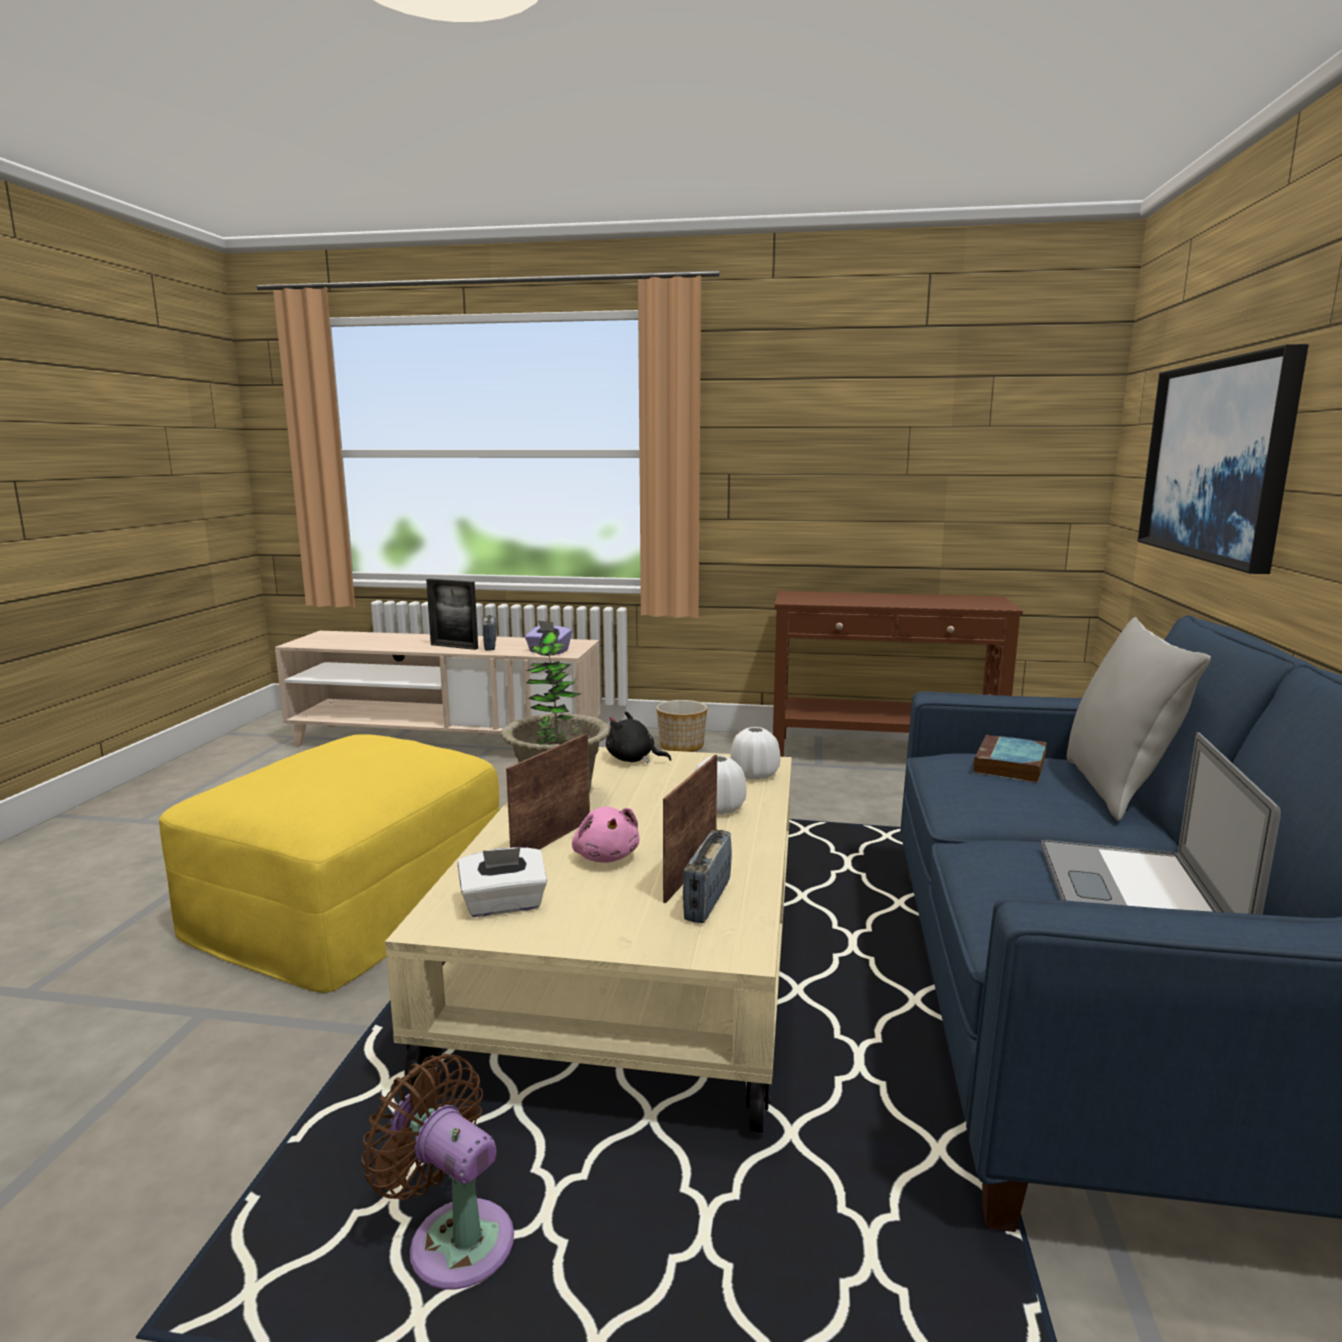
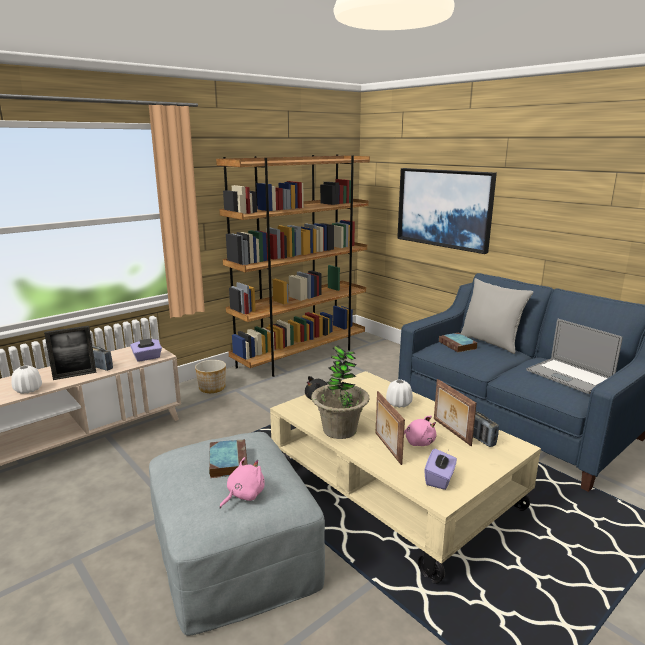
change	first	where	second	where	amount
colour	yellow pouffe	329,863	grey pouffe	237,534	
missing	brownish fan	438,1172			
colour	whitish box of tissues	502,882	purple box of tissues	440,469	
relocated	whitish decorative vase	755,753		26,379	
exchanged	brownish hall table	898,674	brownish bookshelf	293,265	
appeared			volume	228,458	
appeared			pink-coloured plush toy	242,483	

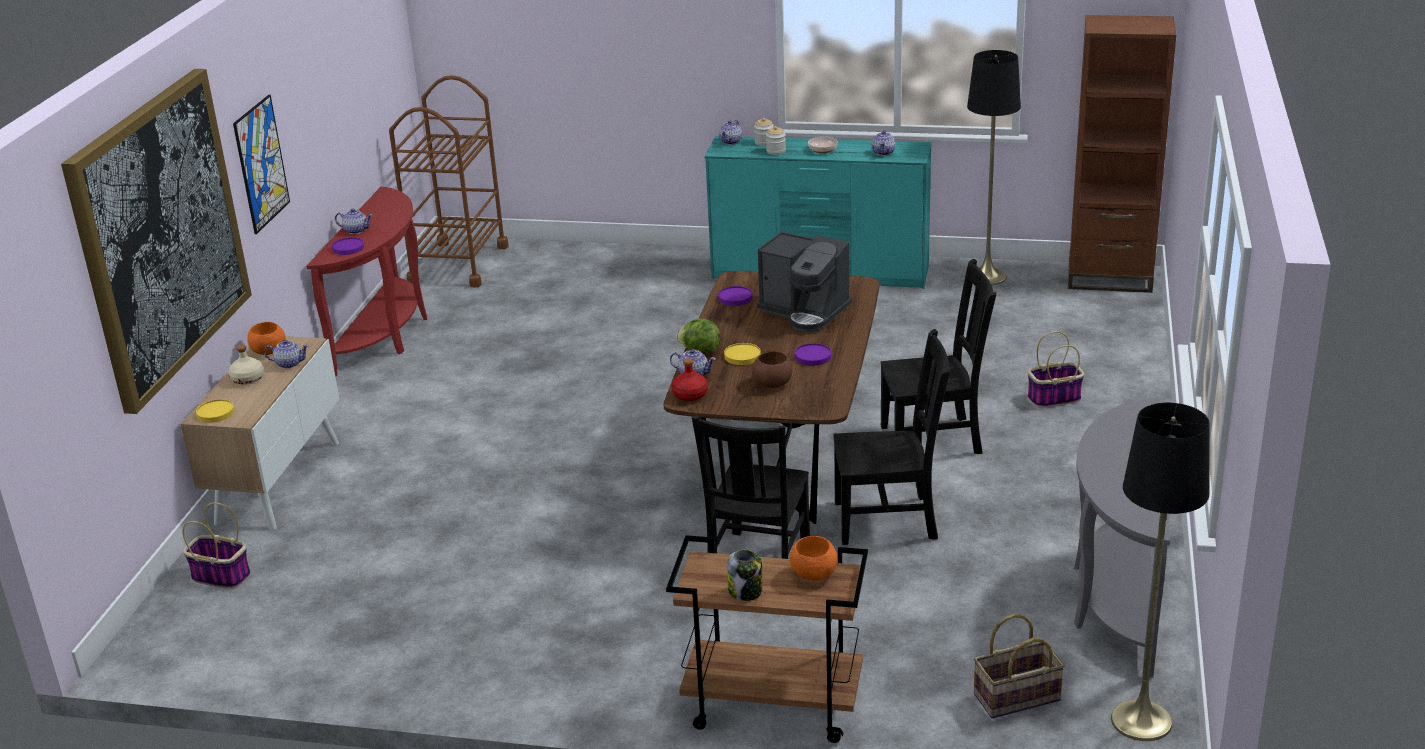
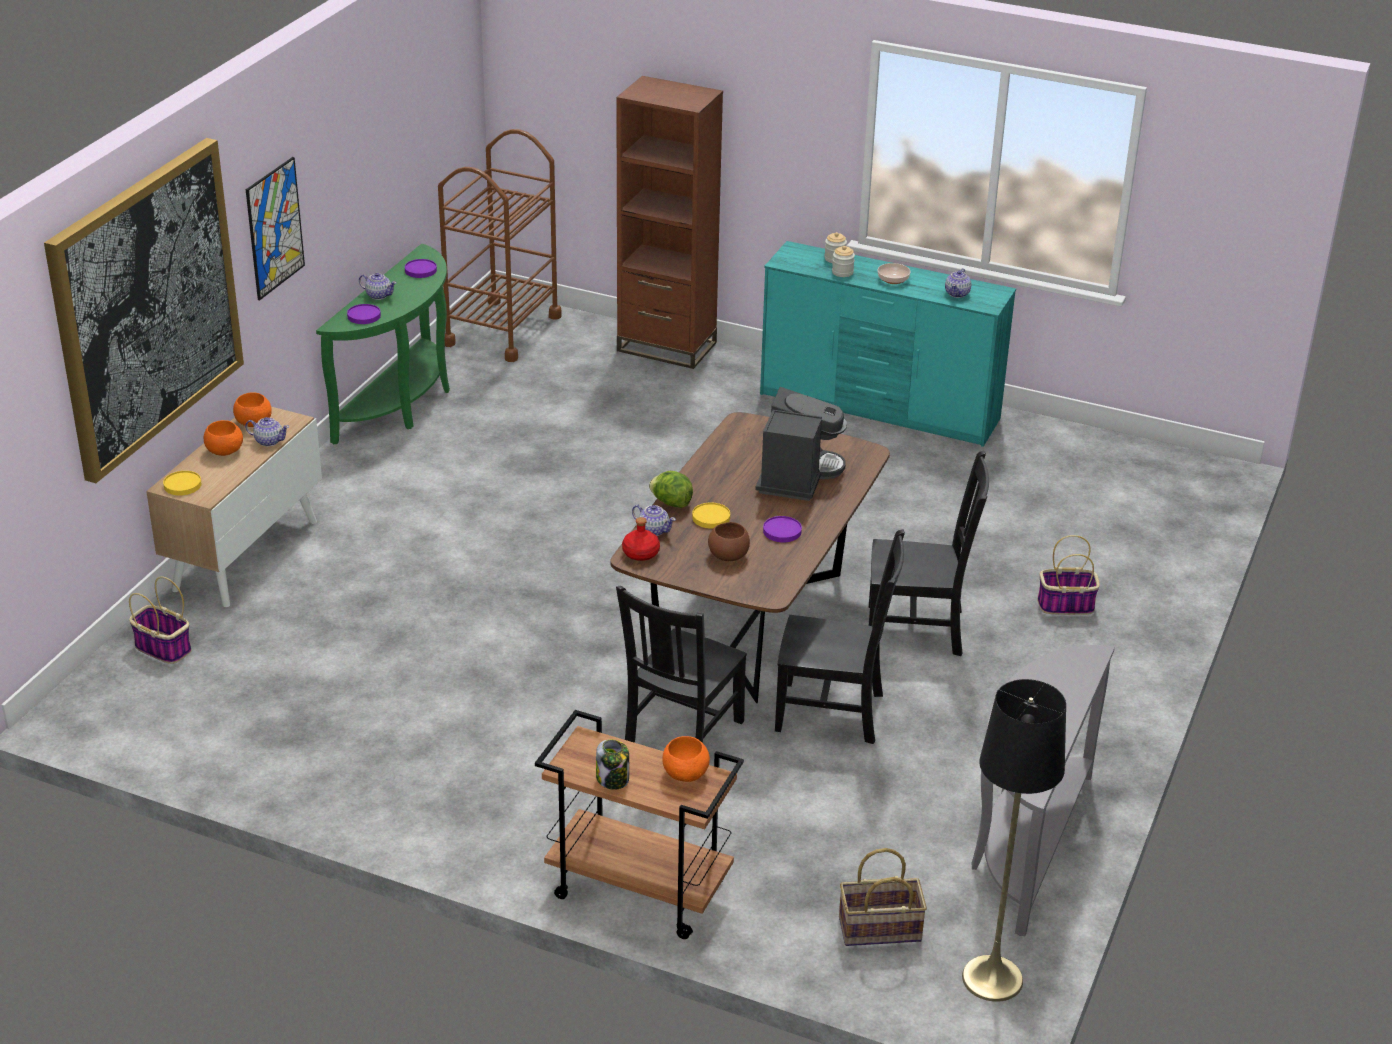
change	first	where	second	where	amount
exchanged	beige bottle	246,365	orangey bowl	223,438	
colour	red-coloured hall table	366,282	green-coloured hall table	383,344	
relocated	purple plate	735,296		421,268	
missing	teapot	730,132			
spun	coffee brewer	804,282		801,444	120 degrees counterclockwise
missing	blackish standard lamp	994,167			
relocated	brownish bookshelf	1122,154		669,222	

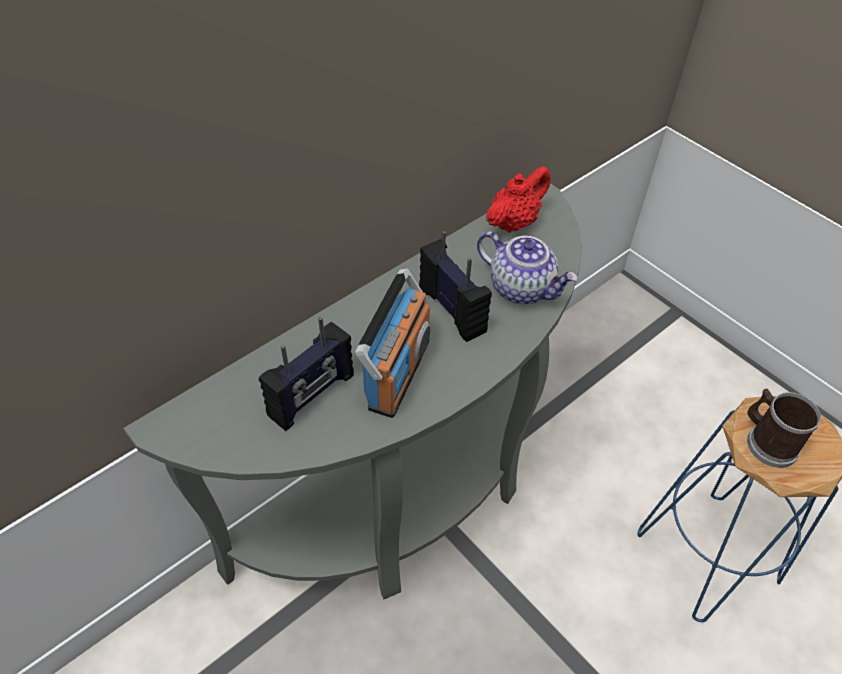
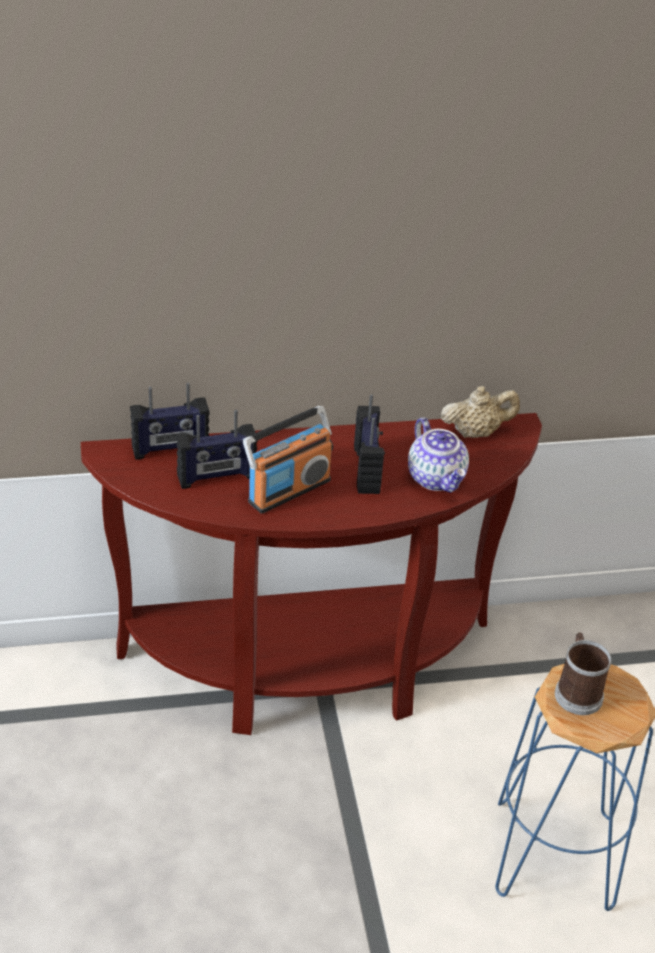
change	first	where	second	where	amount
colour	grey hall table	352,391	brownish hall table	311,574	
colour	red-coloured teapot	518,199	beige teapot	480,412	
appeared			radio set	170,421	

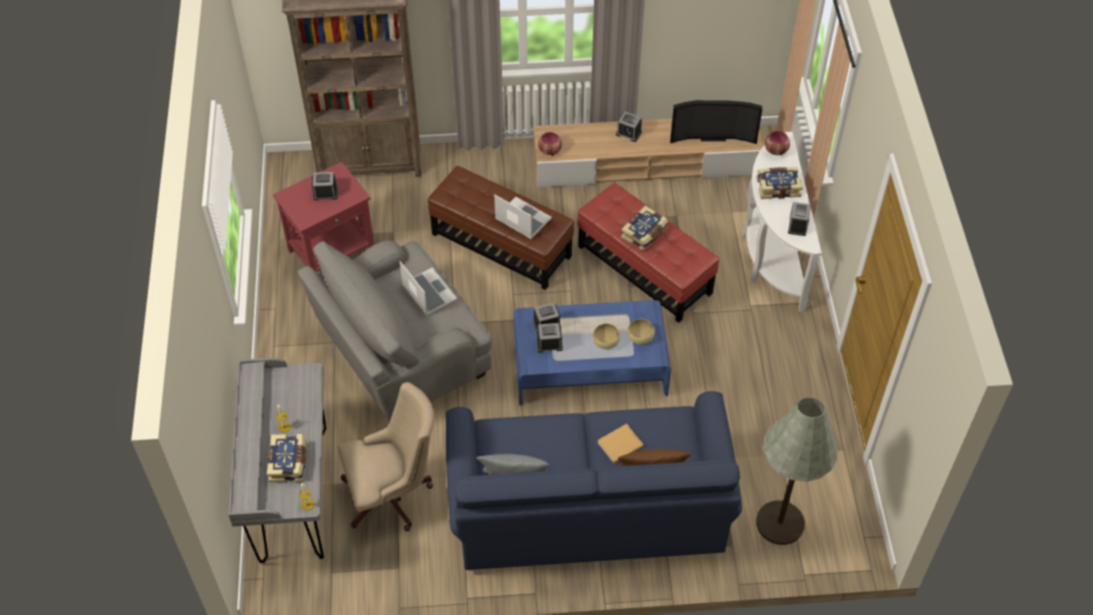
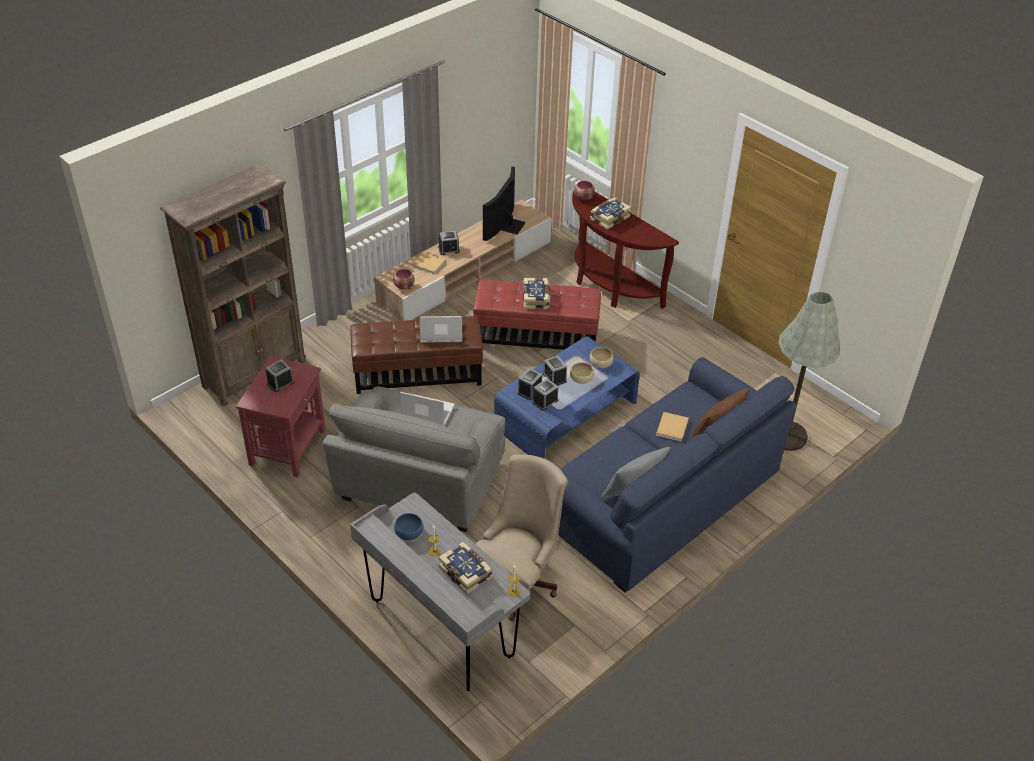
change	first	where	second	where	amount
spun	TV set	716,122		504,203	150 degrees clockwise
colour	whitish hall table	782,222	brownish hall table	625,250	
relocated	table clock	799,219		555,371	
appeared			bluish bowl	408,526	
appeared			beige volume	428,263	

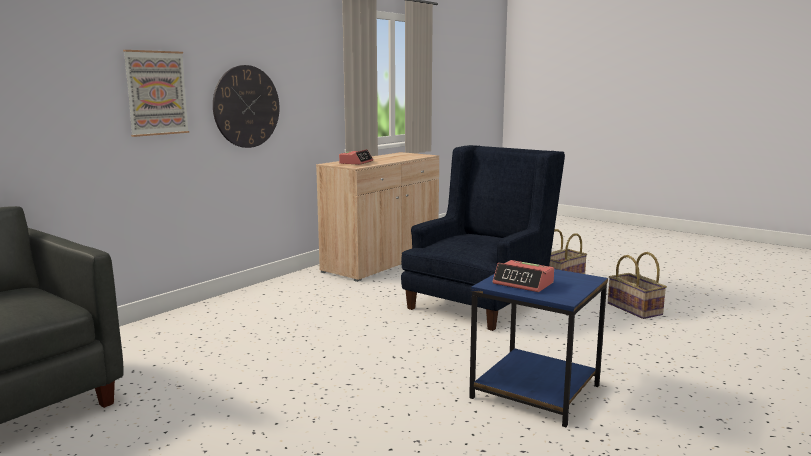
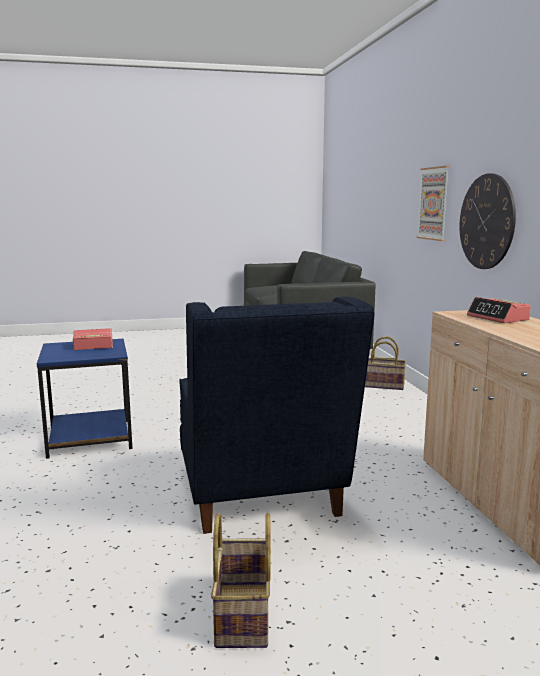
change	first	where	second	where	amount
relocated	storage basket	637,285		385,363	

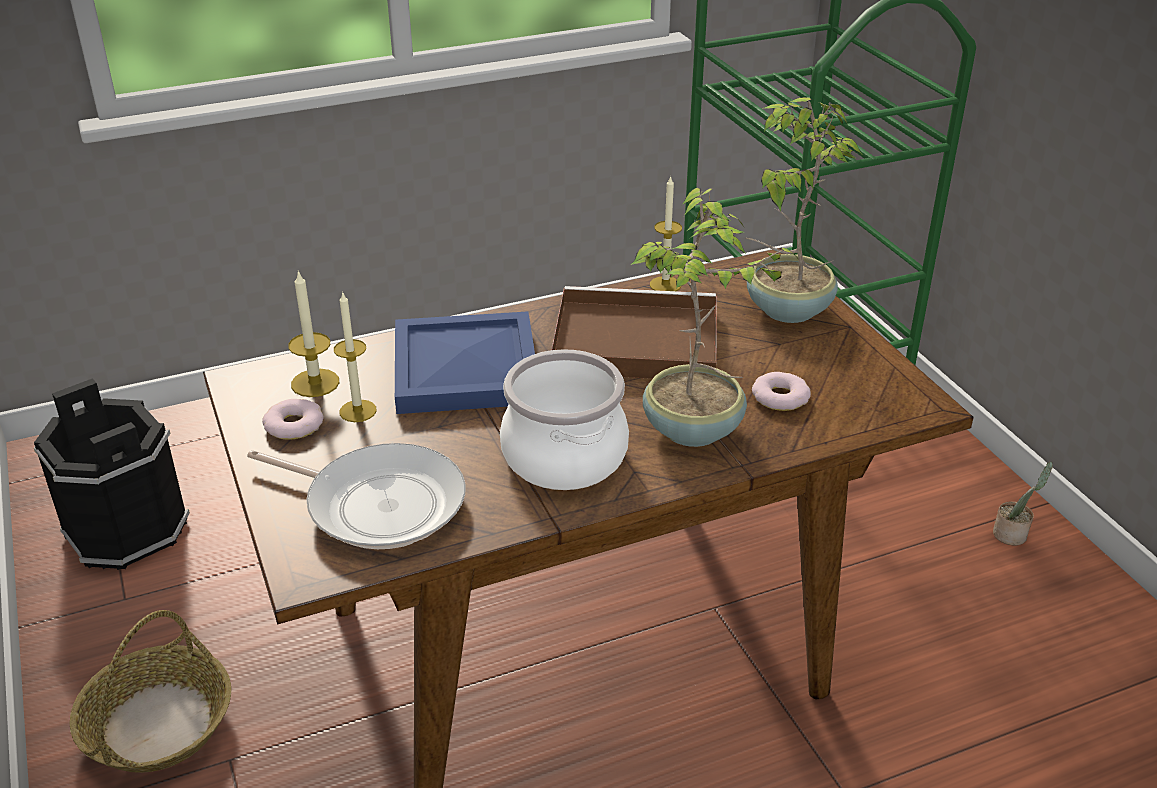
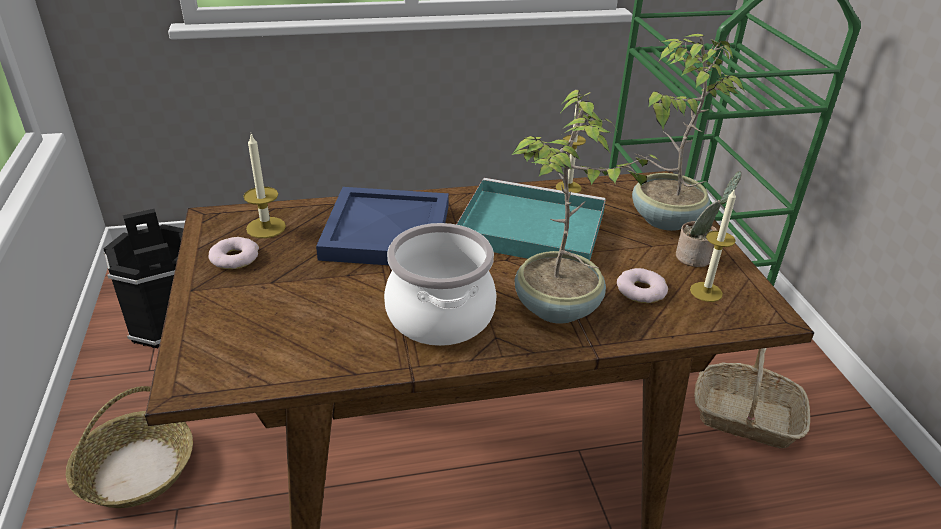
change	first	where	second	where	amount
missing	pan	356,496			
relocated	wax candle	355,356		713,245	
colour	brownish tray	634,332	blue-green tray	531,219	
relocated	potted plant	1023,503		708,219	
appeared			storage basket	752,398	

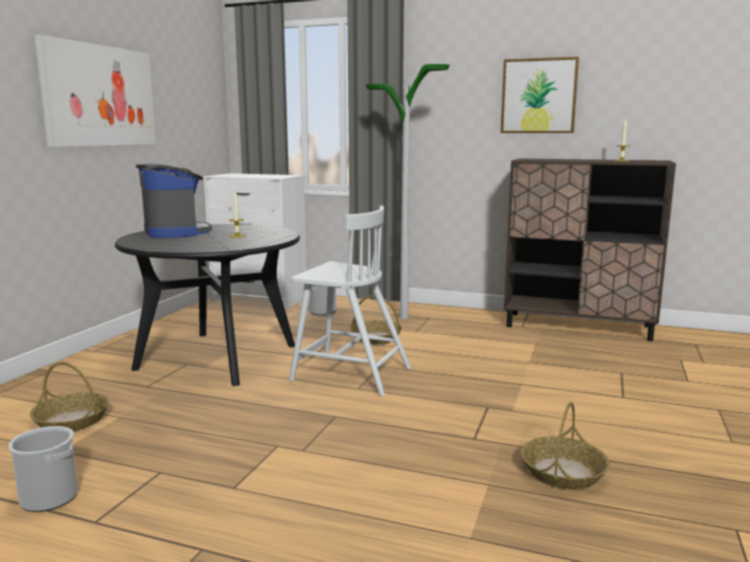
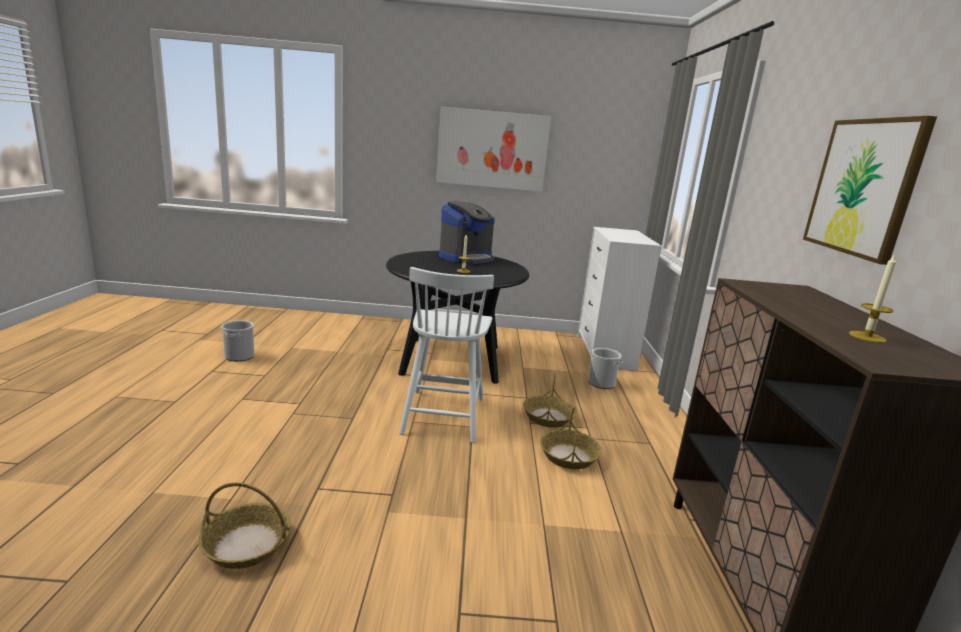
change	first	where	second	where	amount
relocated	storage basket	69,396		571,437	
missing	standard lamp	408,191			

